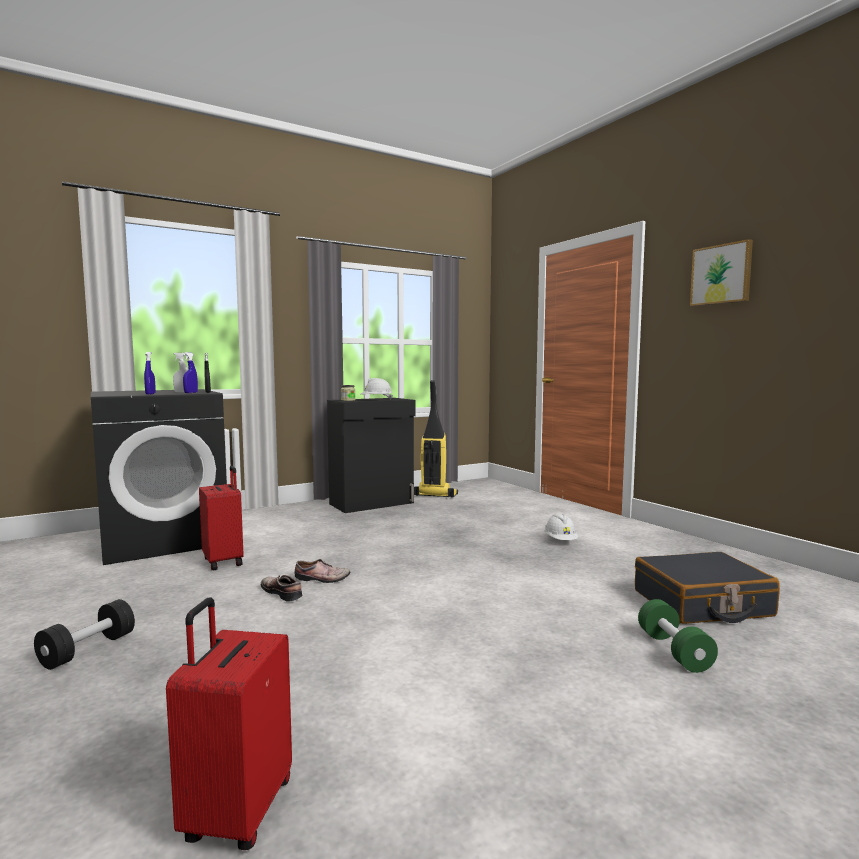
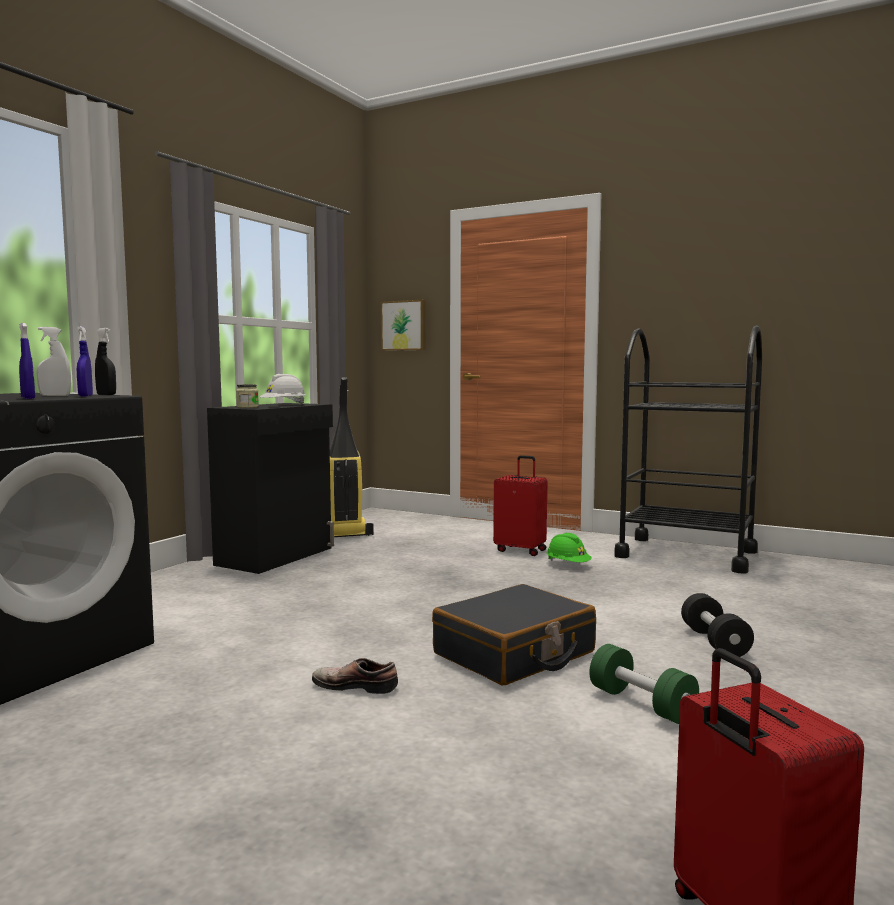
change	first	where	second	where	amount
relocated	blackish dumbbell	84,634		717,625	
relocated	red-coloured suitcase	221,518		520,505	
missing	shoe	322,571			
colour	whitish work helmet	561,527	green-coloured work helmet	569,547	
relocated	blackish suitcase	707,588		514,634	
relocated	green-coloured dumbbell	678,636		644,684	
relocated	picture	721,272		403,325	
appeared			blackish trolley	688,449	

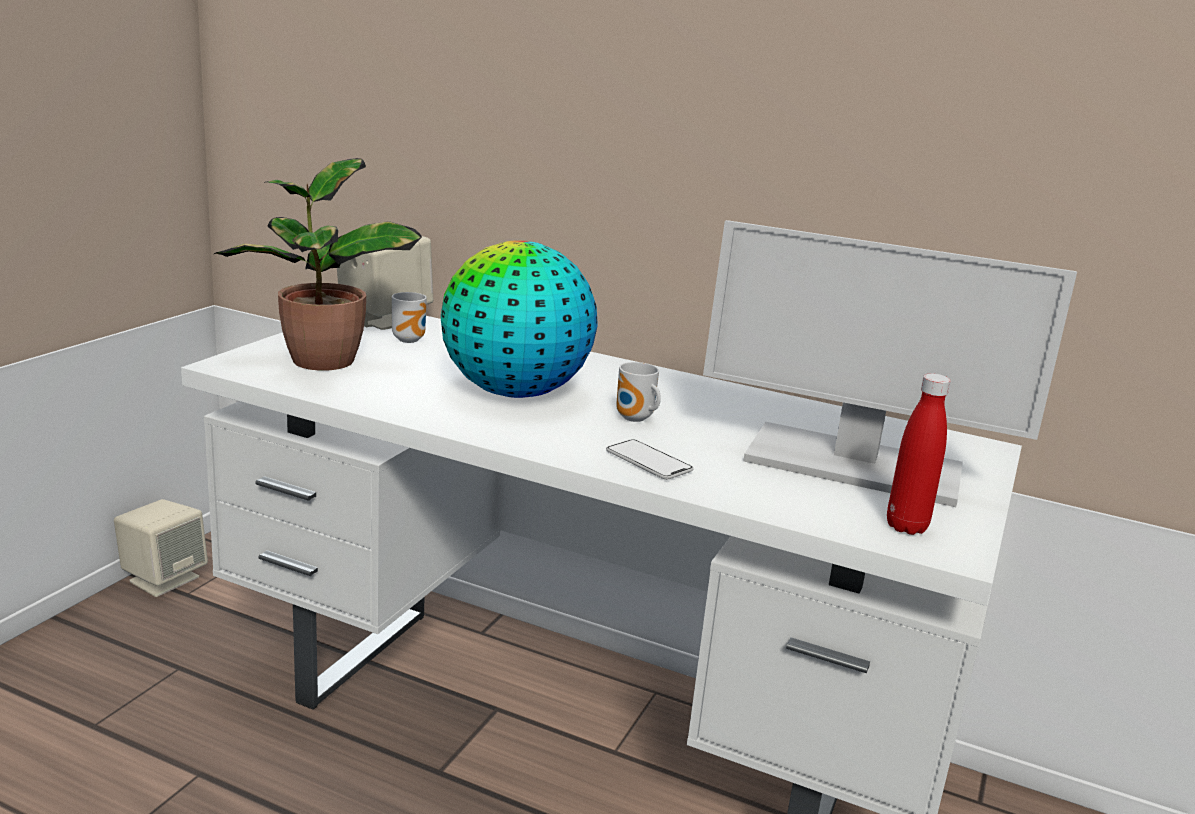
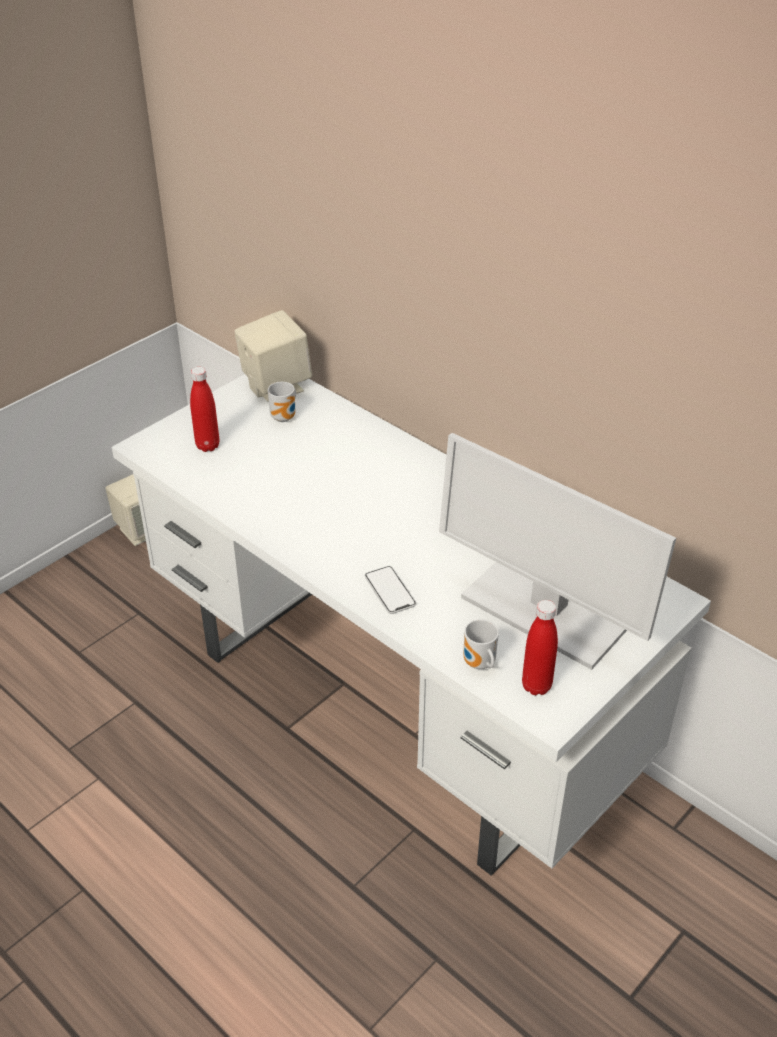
change	first	where	second	where	amount
exchanged	potted plant	318,264	red-coloured bottle	205,409	
missing	desk globe	519,319			
relocated	mug	638,392		481,644	

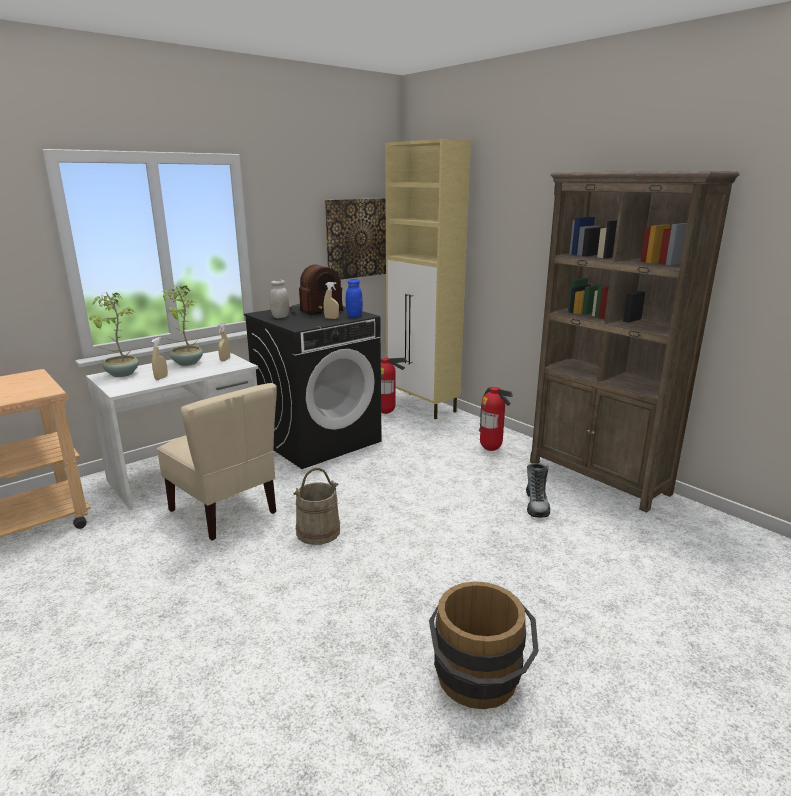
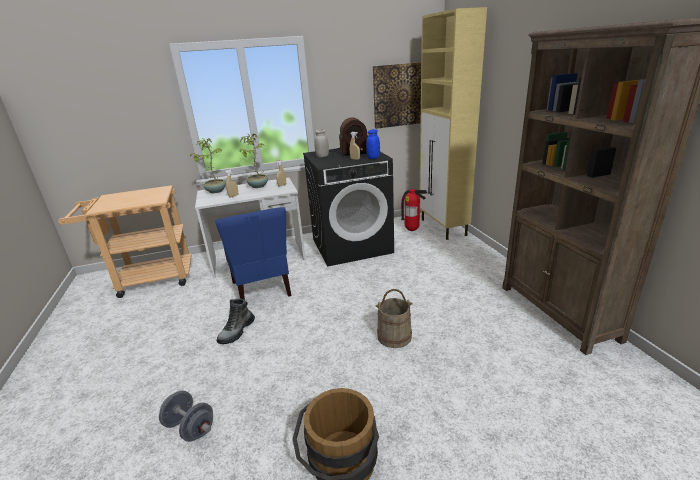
change	first	where	second	where	amount
colour	beige chair	217,462	bluish chair	253,254	
relocated	beige water bucket	316,506		394,318	
missing	fire extinguisher	496,419			
relocated	high-top boot	538,490		236,321	
appeared			grey dumbbell	186,416	

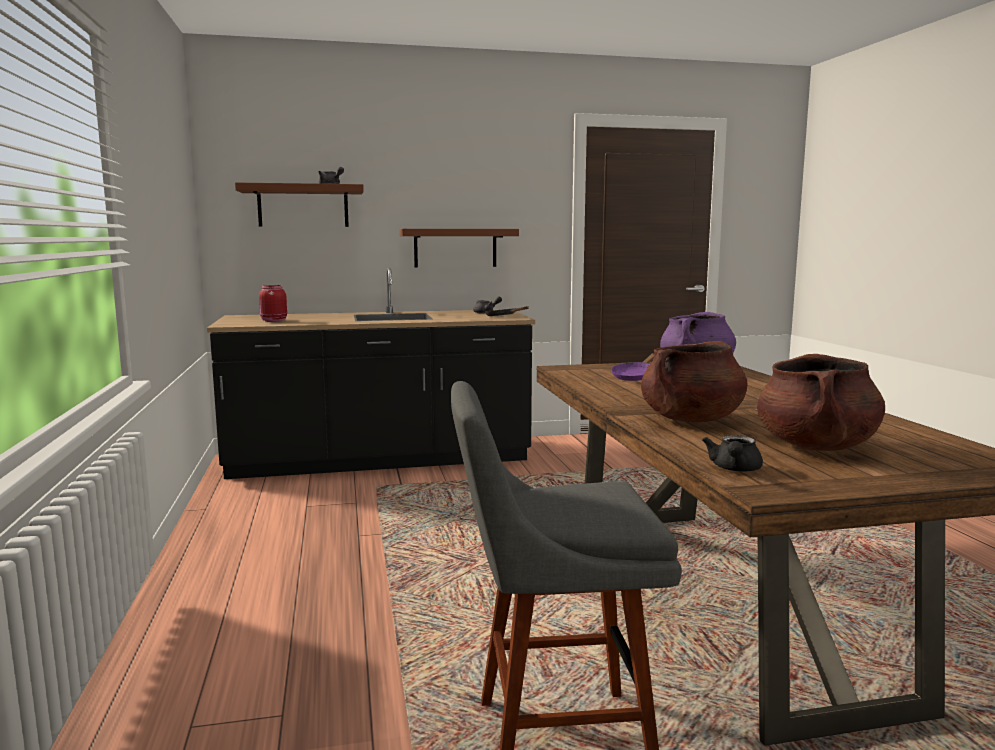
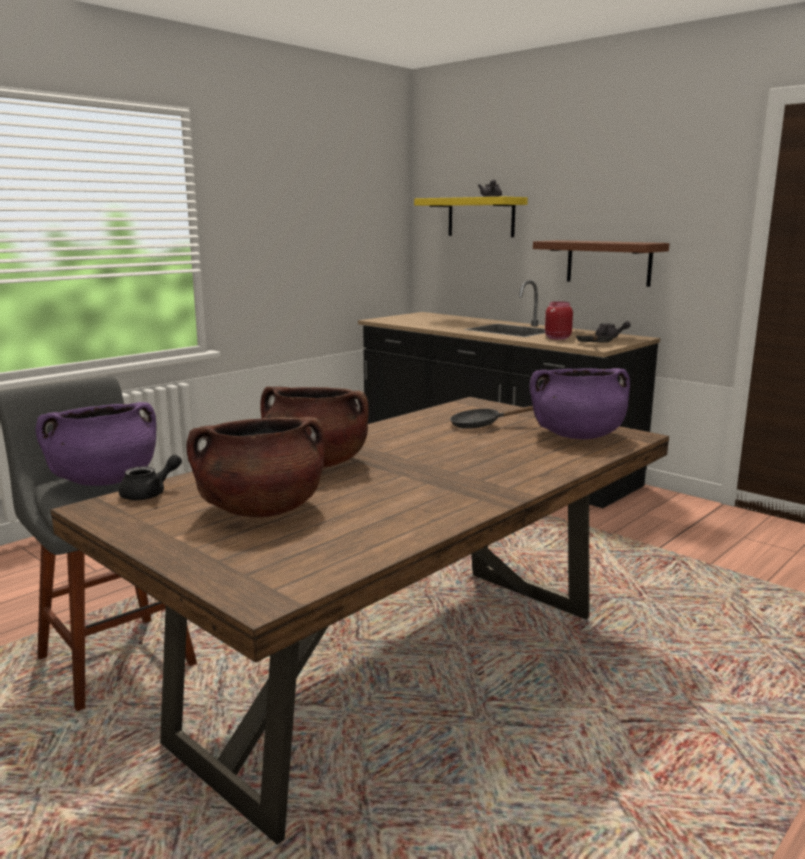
change	first	where	second	where	amount
colour	brownish shelf	299,204	yellow shelf	471,217	
relocated	red-coloured jar	273,303		559,320	
colour	purple pan	632,367	blackish pan	491,417	
spun	blackish teapot	732,453		150,477	150 degrees clockwise
appeared			purple saucepot	96,444	

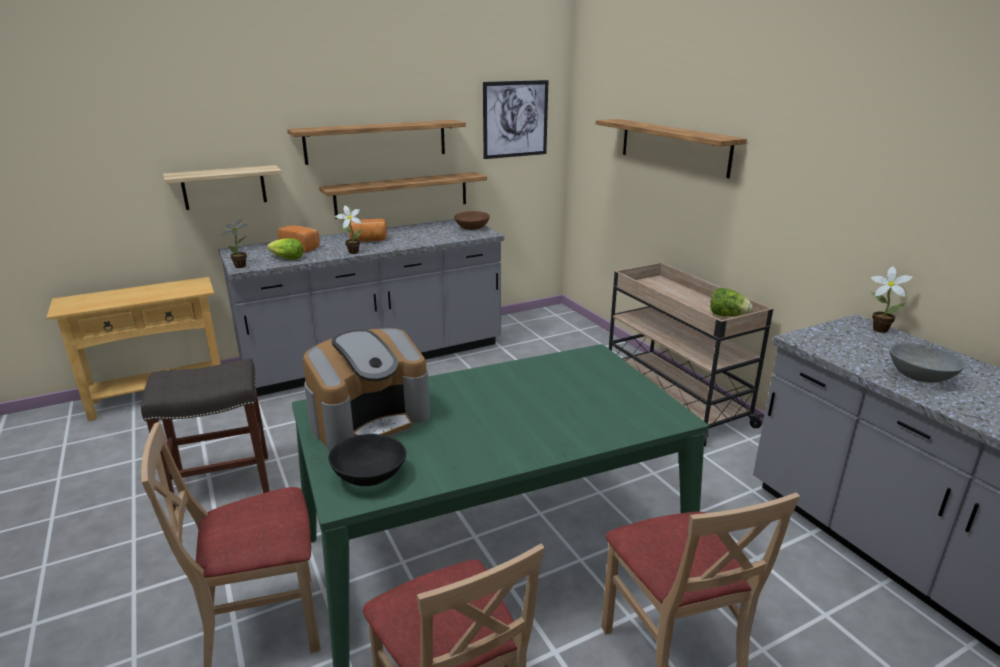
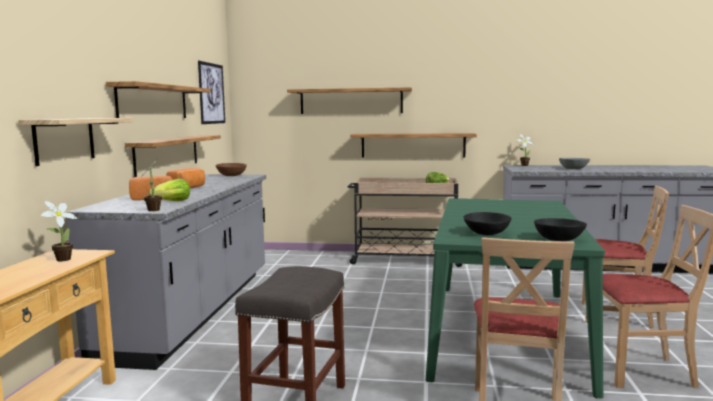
change	first	where	second	where	amount
exchanged	coffee brewer	366,389	blackish bowl	487,223	
relocated	potted plant	348,230		59,231	
appeared			shelf	413,145	

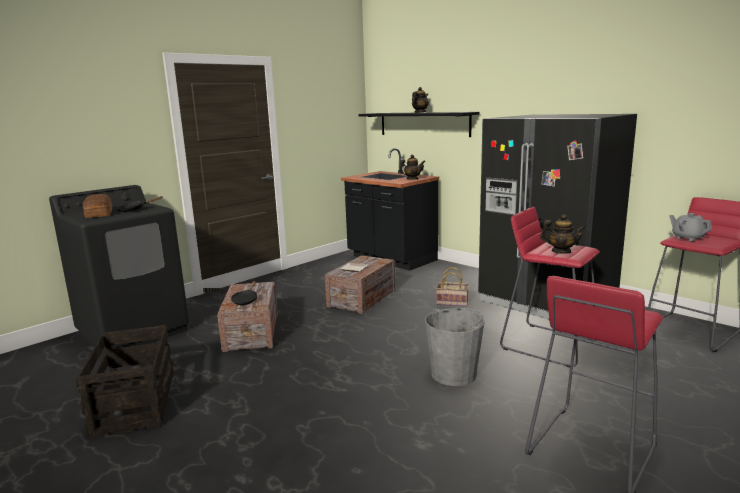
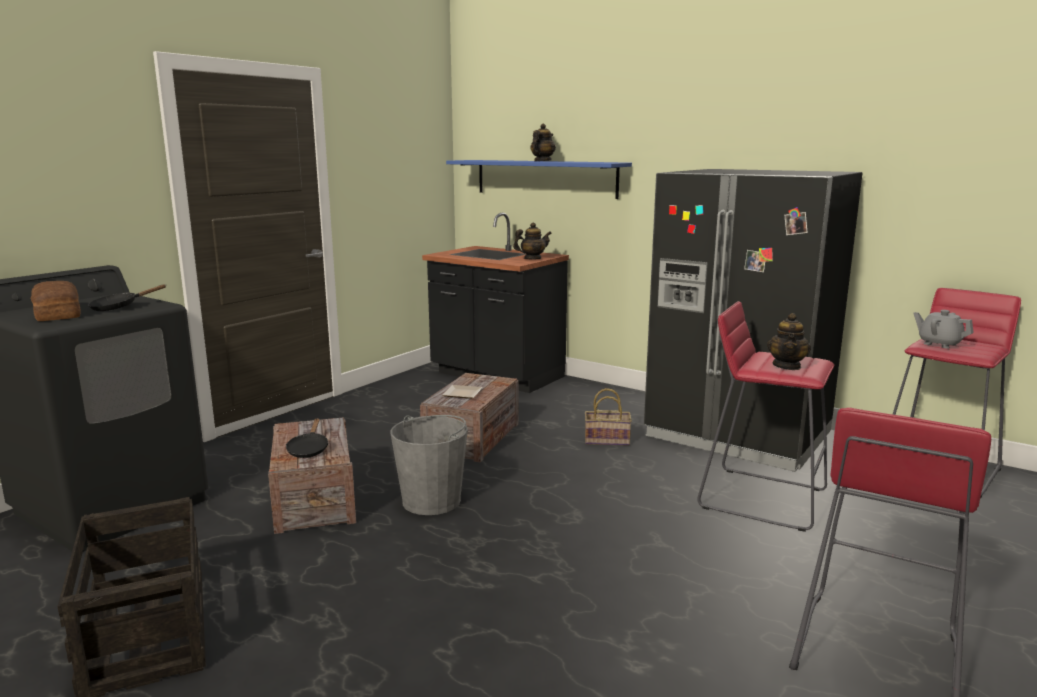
change	first	where	second	where	amount
colour	blackish shelf	419,124	bluish shelf	539,179	
relocated	grey water bucket	455,347		429,465	
spun	teapot	562,234		789,341	90 degrees clockwise

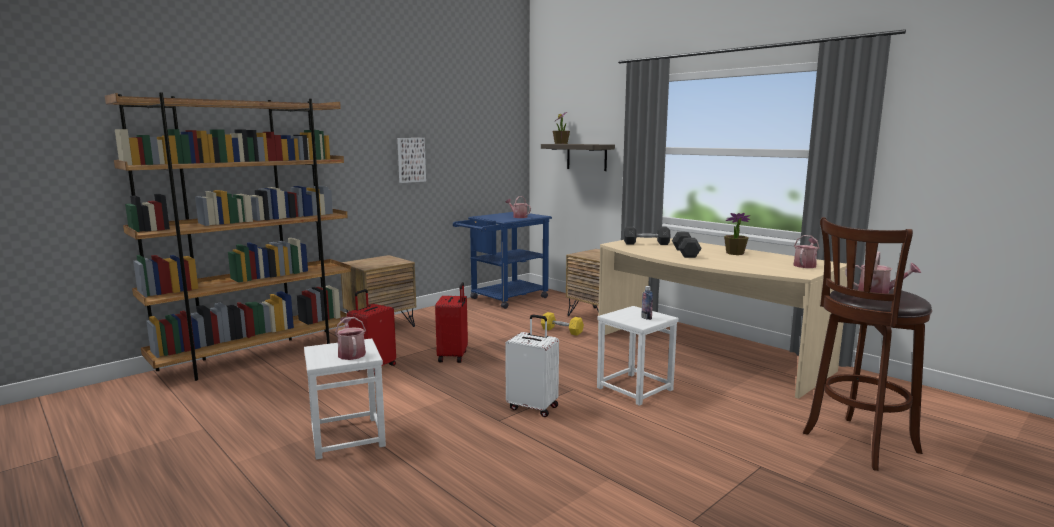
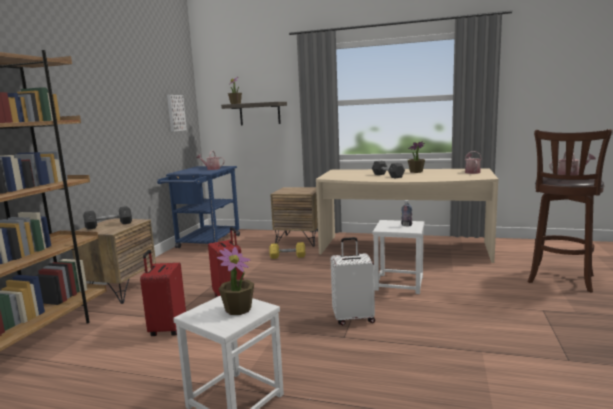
change	first	where	second	where	amount
exchanged	watering can	350,338	potted plant	235,281	
relocated	picture	411,160		177,113	
relocated	grey dumbbell	647,235		107,217	

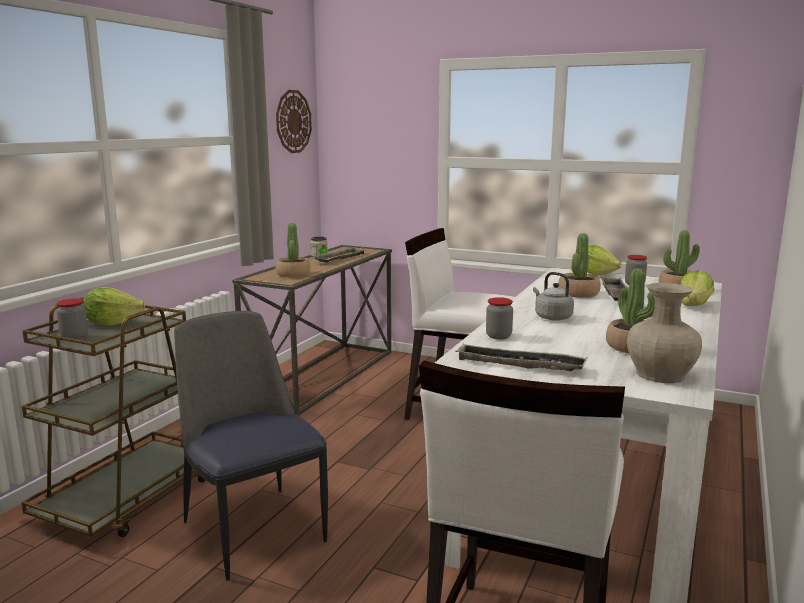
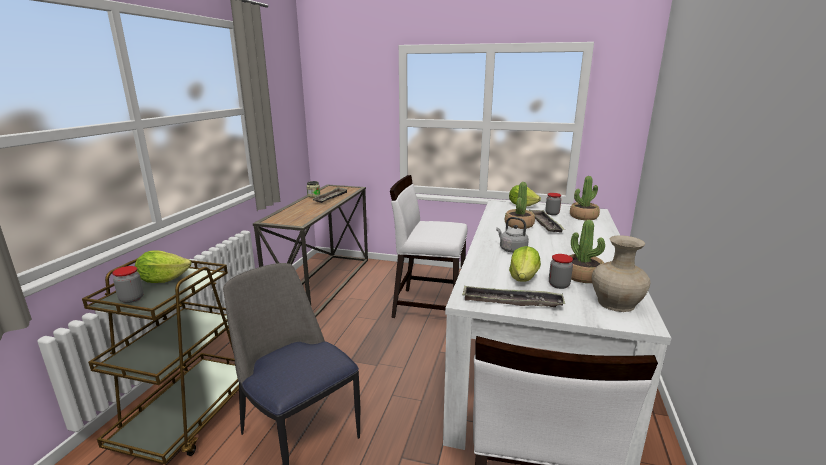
change	first	where	second	where	amount
missing	potted plant	293,250			
missing	hanging clock	294,121			
relocated	jar	499,318		561,271	
relocated	lettuce	697,288		525,264	

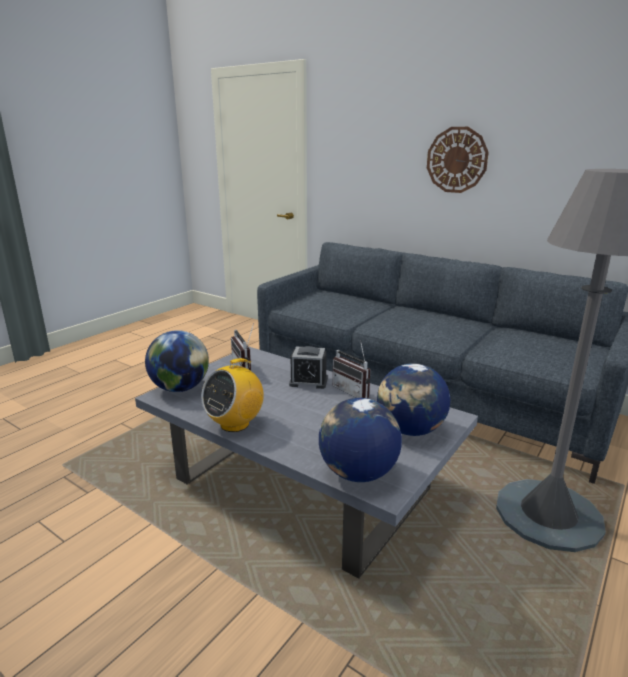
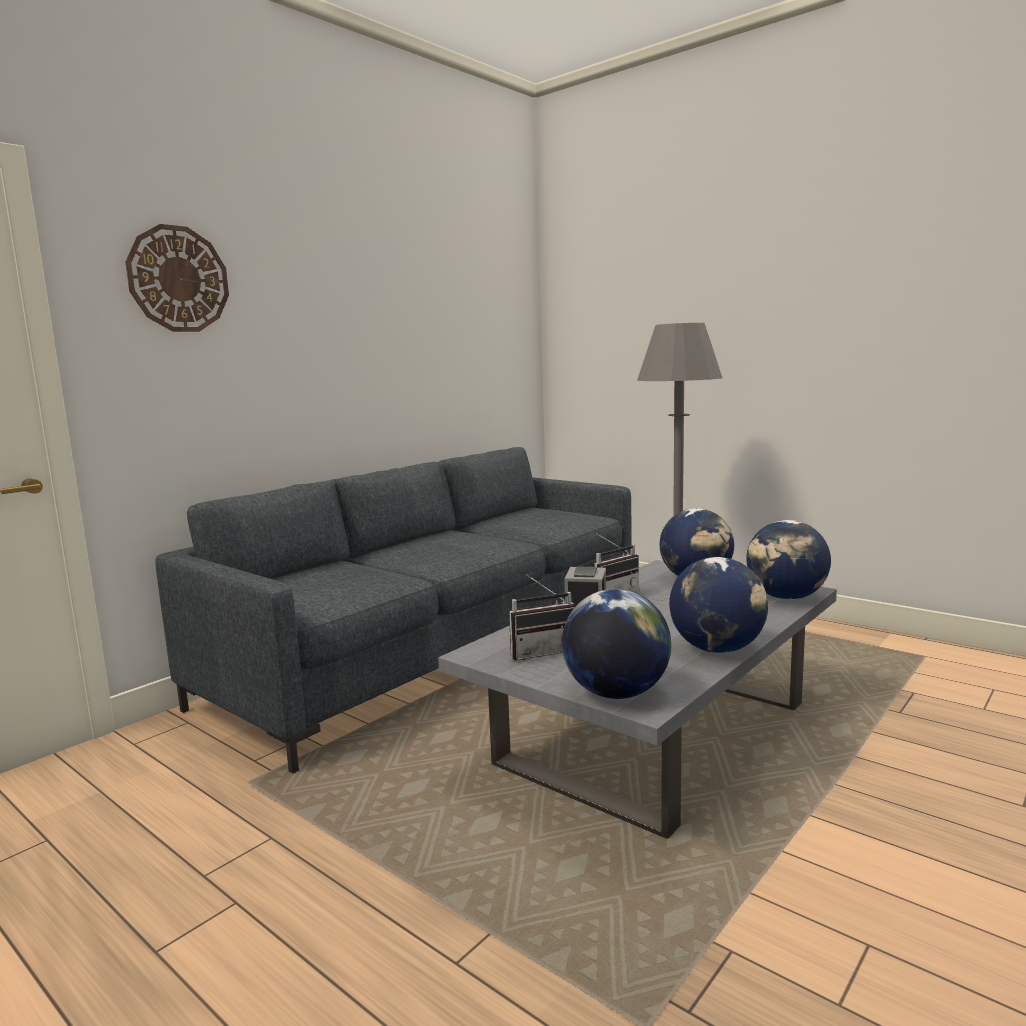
change	first	where	second	where	amount
exchanged	radio set	232,395	desk globe	718,605	
relocated	hanging clock	458,160		177,278	

